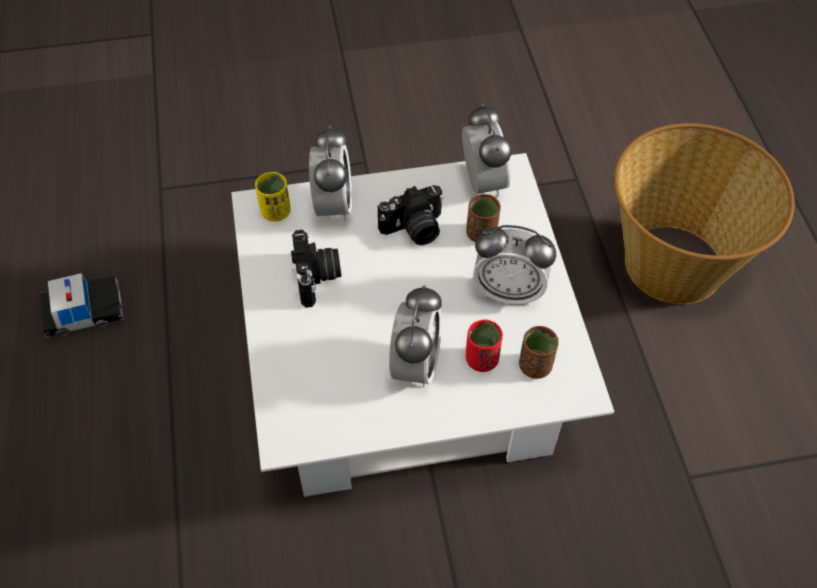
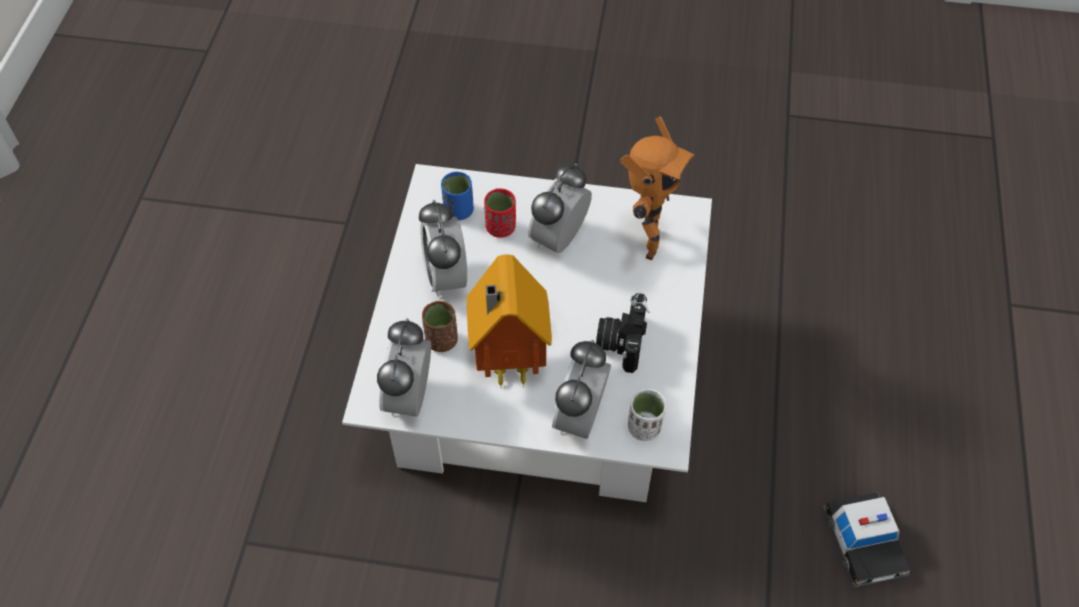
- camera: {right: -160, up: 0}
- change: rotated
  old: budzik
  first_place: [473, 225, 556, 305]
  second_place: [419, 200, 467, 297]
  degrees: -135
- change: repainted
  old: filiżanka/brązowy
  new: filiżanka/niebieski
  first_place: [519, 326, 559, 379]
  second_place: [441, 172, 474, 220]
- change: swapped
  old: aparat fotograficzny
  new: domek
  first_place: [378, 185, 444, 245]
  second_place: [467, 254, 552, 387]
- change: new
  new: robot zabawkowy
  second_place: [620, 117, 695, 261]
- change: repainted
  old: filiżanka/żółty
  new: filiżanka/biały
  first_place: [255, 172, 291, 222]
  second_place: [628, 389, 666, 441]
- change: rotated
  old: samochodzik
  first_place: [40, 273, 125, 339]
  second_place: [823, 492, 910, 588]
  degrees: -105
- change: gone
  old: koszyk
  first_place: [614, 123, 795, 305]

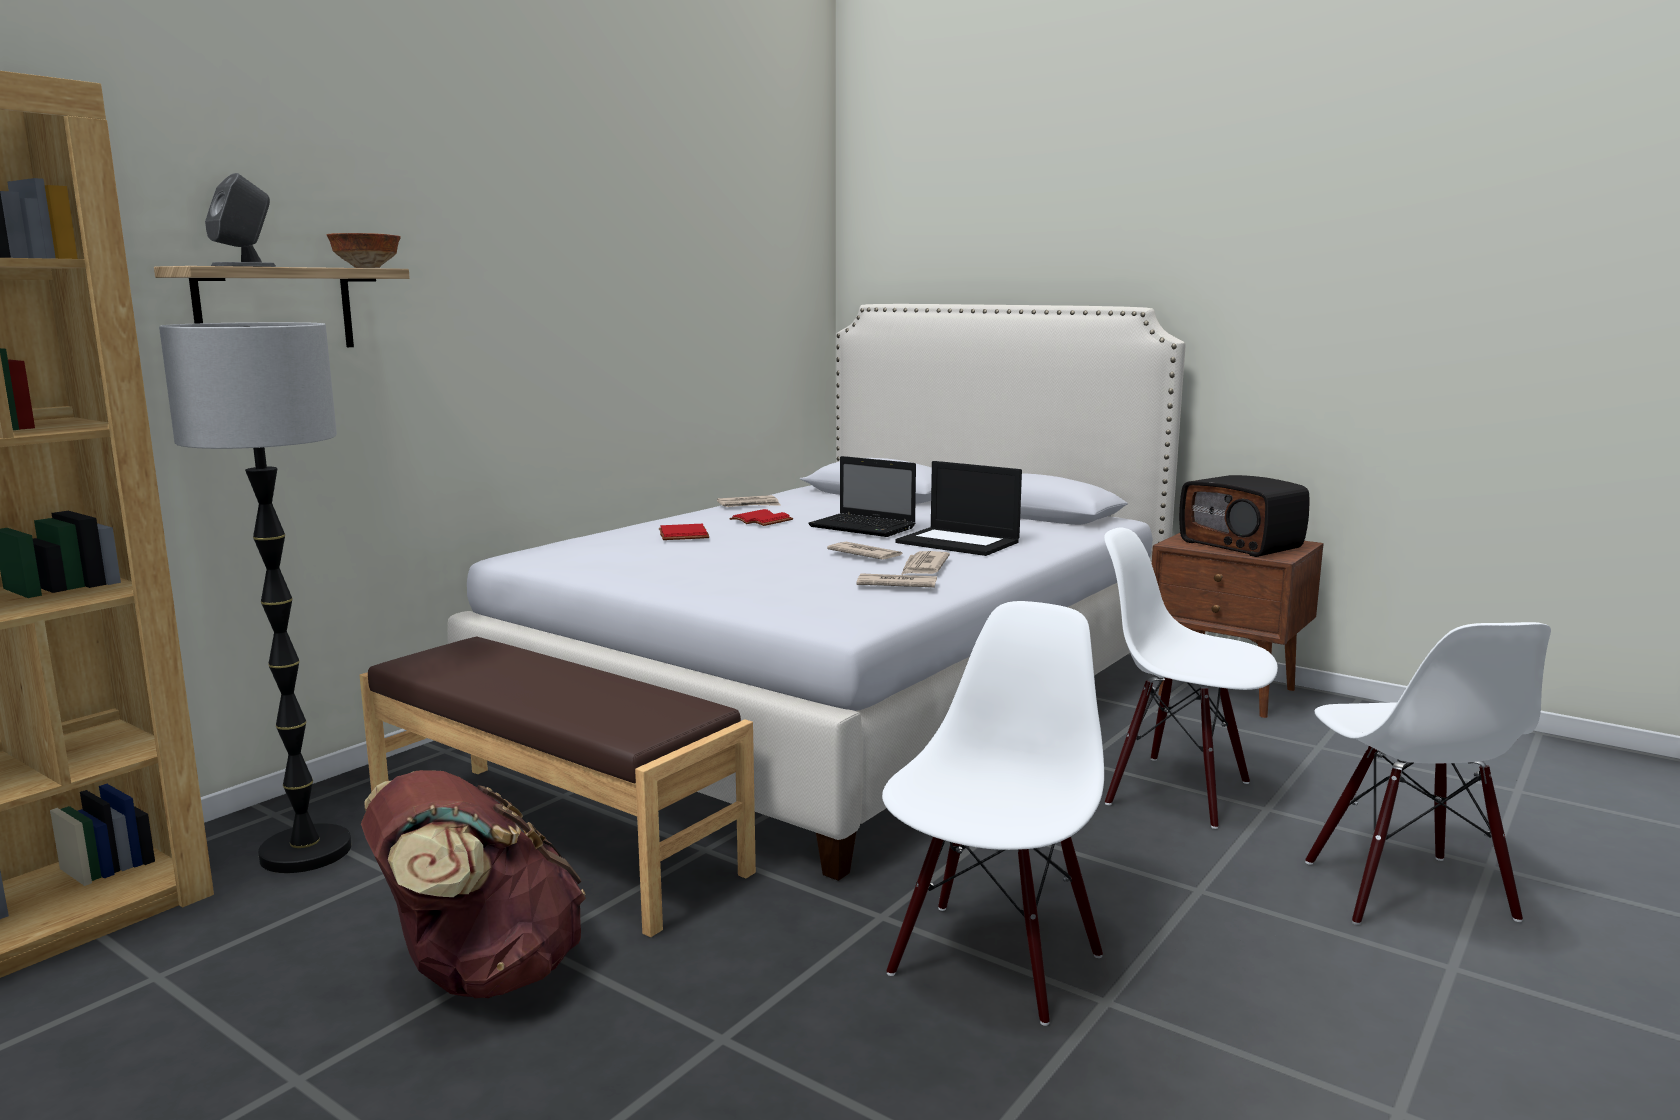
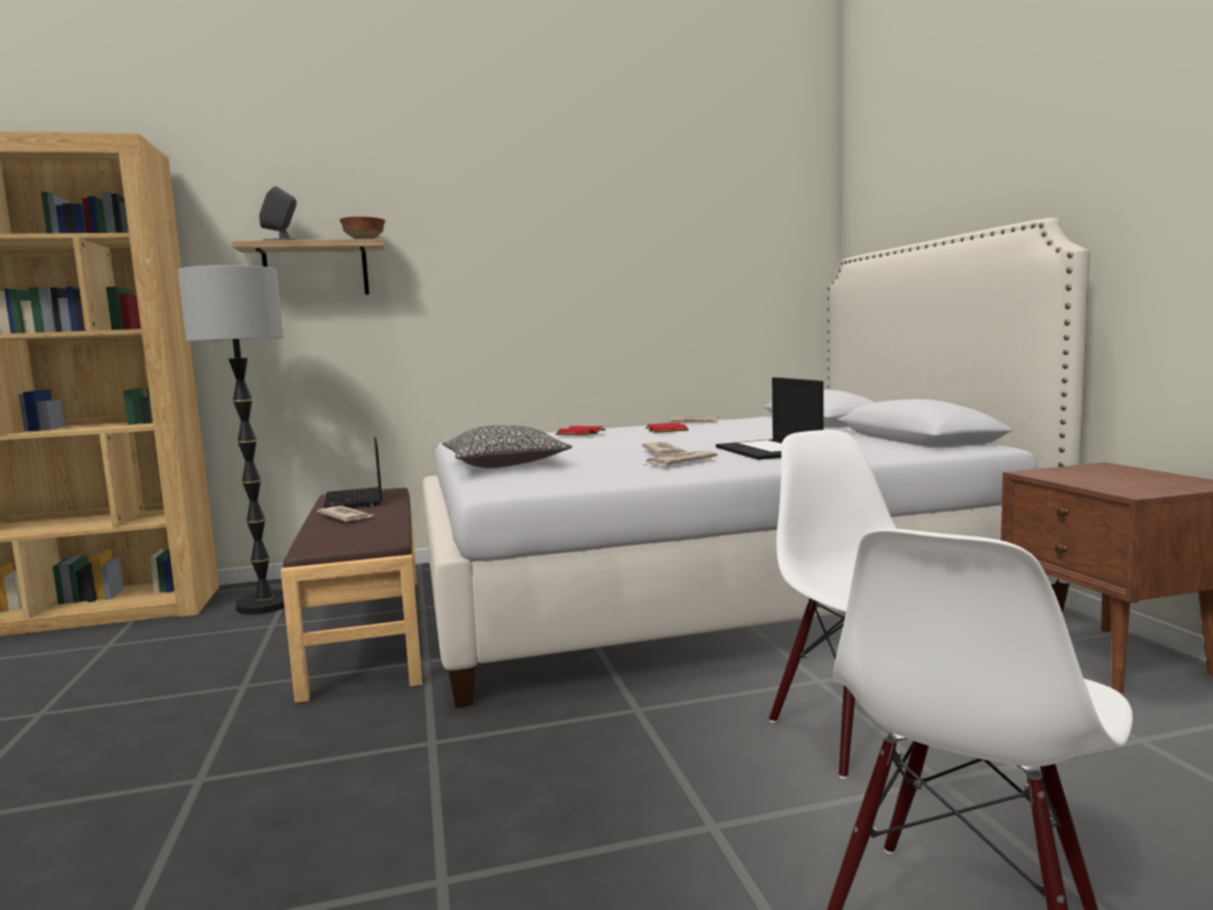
- camera: {right: 40, up: -5}
- change: shifted
  old: gazeta
  first_place: [856, 573, 937, 587]
  second_place: [317, 506, 373, 521]
- change: shifted
  old: laptop
  first_place: [808, 456, 916, 537]
  second_place: [324, 437, 382, 508]
- change: new
  new: poduszka
  second_place: [442, 425, 572, 468]
- change: gone
  old: plecak/brązowy
  first_place: [361, 770, 586, 998]
- change: gone
  old: krzesło/biały
  first_place: [882, 601, 1104, 1026]
- change: gone
  old: radio
  first_place: [1179, 475, 1309, 557]

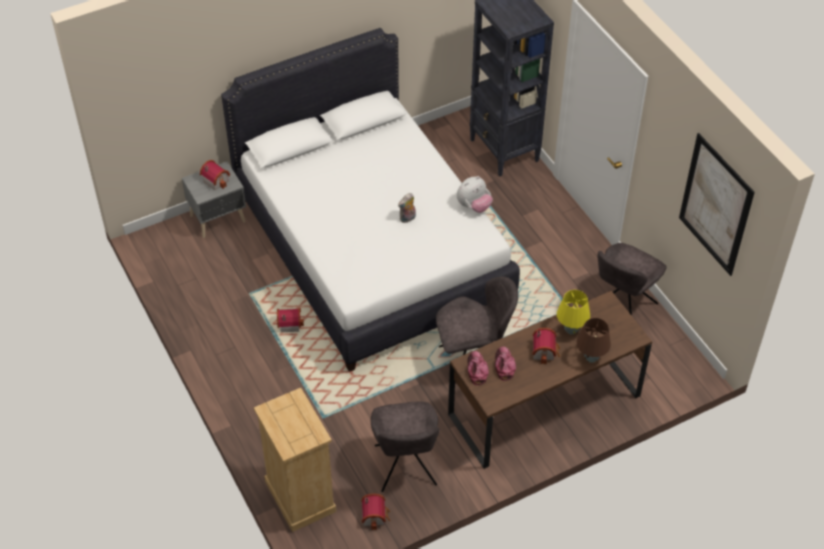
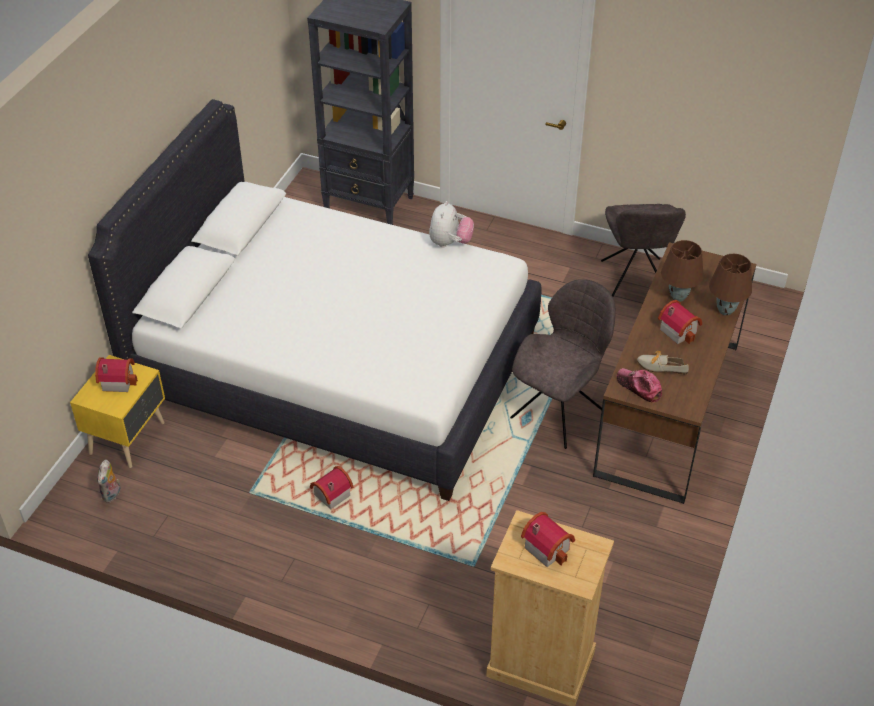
- camera: {right: -40, up: -5}
- change: repainted
  old: szafka nocna/szary
  new: szafka nocna/żółty
  first_place: [182, 161, 246, 238]
  second_place: [70, 355, 165, 468]
- change: shifted
  old: pluszak
  first_place: [398, 193, 416, 223]
  second_place: [97, 460, 120, 503]
- change: shifted
  old: domek
  first_place: [361, 493, 390, 530]
  second_place: [521, 512, 575, 567]
- change: swapped
  old: czapka z daszkiem
  new: but
  first_place: [495, 347, 516, 381]
  second_place: [637, 351, 689, 375]
- change: repainted
  old: lampa stołowa/żółty
  new: lampa stołowa/brązowy
  first_place: [557, 290, 590, 334]
  second_place: [661, 240, 704, 302]
- change: gone
  old: krzesło/szary
  first_place: [371, 402, 440, 492]
- change: gone
  old: obraz
  first_place: [679, 133, 755, 276]

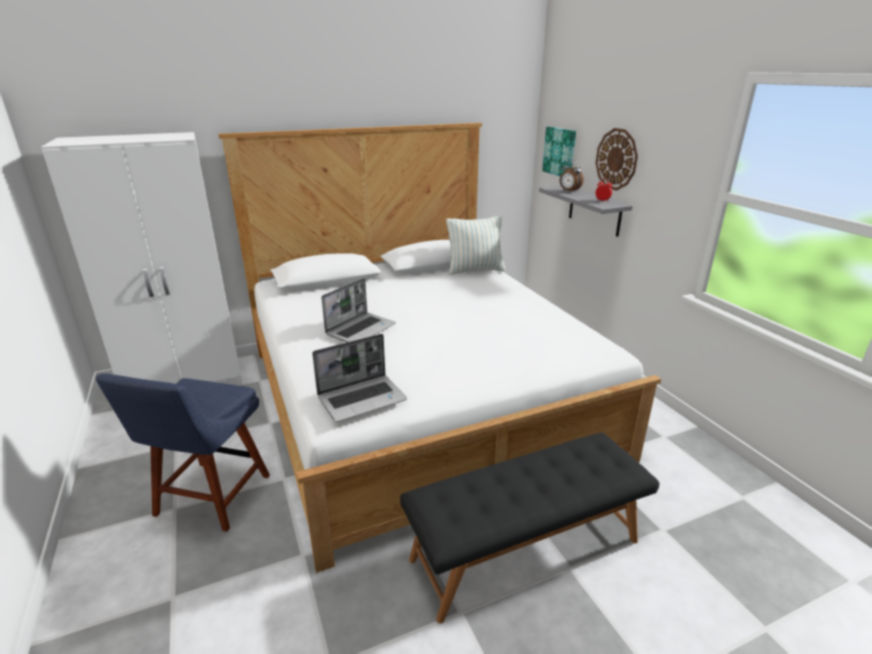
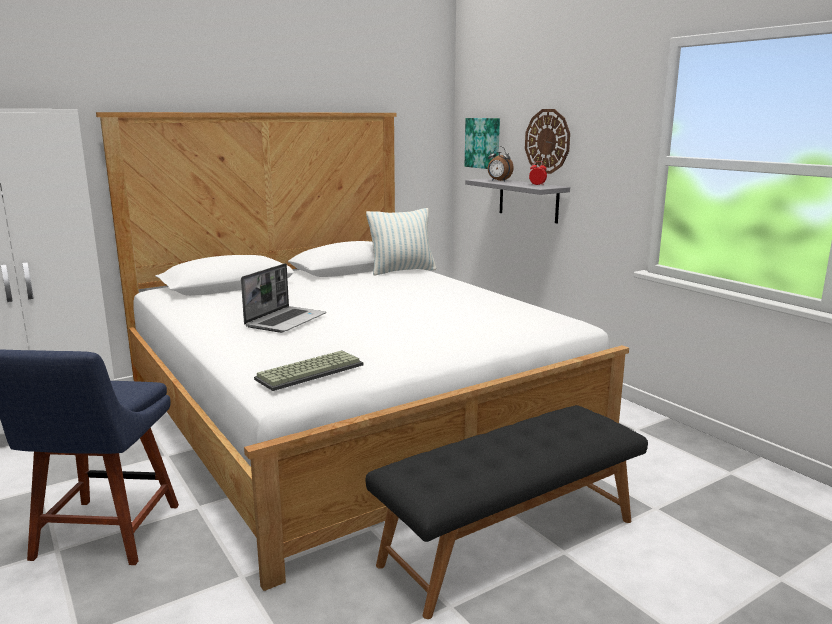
- camera: {right: -10, up: -10}
- change: swapped
  old: laptop
  new: klawiatura
  first_place: [312, 334, 407, 422]
  second_place: [254, 350, 364, 391]

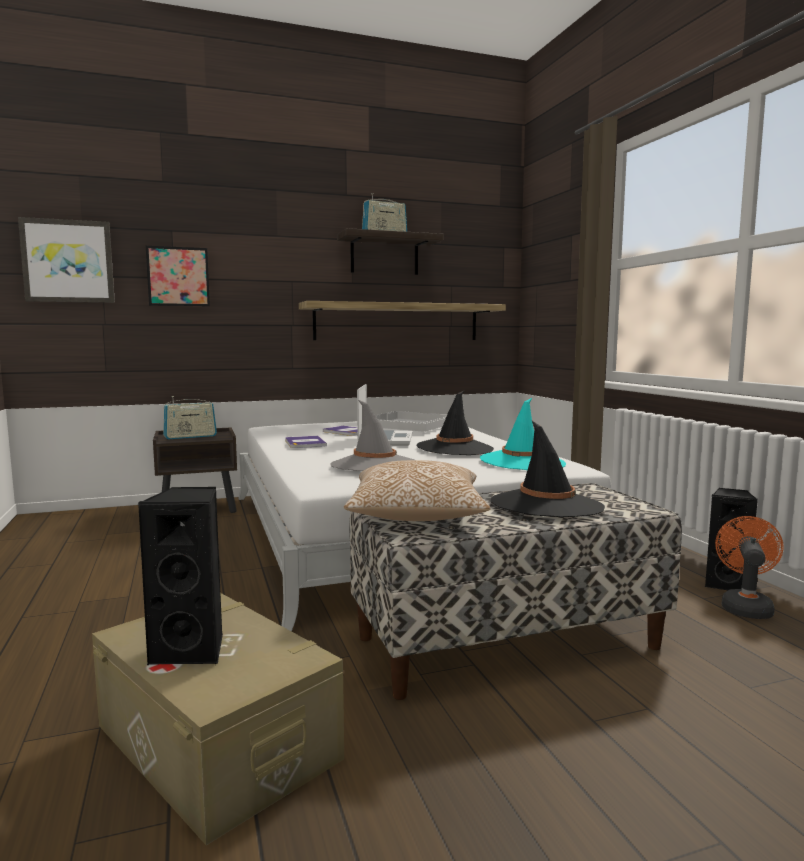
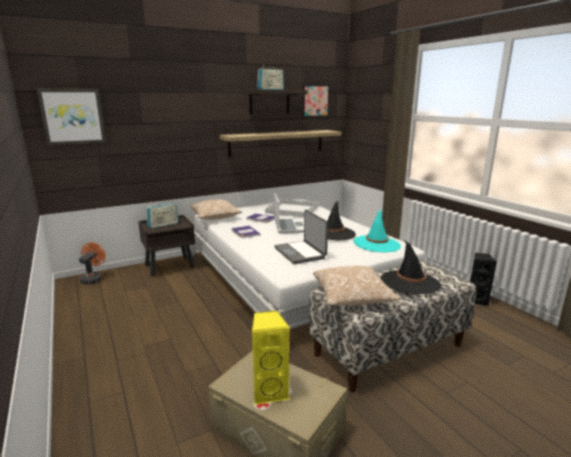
- camera: {right: -10, up: 10}
- change: shifted
  old: wentylator/pomarańczowy
  first_place: [715, 516, 783, 619]
  second_place: [79, 242, 105, 284]
- change: new
  new: poduszka
  second_place: [191, 199, 242, 220]
- change: repainted
  old: głośnik/czarny
  new: głośnik/żółty
  first_place: [138, 487, 223, 665]
  second_place: [252, 310, 290, 405]
- change: swapped
  old: kapelusz/szary
  new: laptop
  first_place: [331, 399, 414, 471]
  second_place: [274, 210, 328, 264]
- change: shifted
  old: obraz
  first_place: [146, 246, 210, 306]
  second_place: [303, 85, 330, 117]

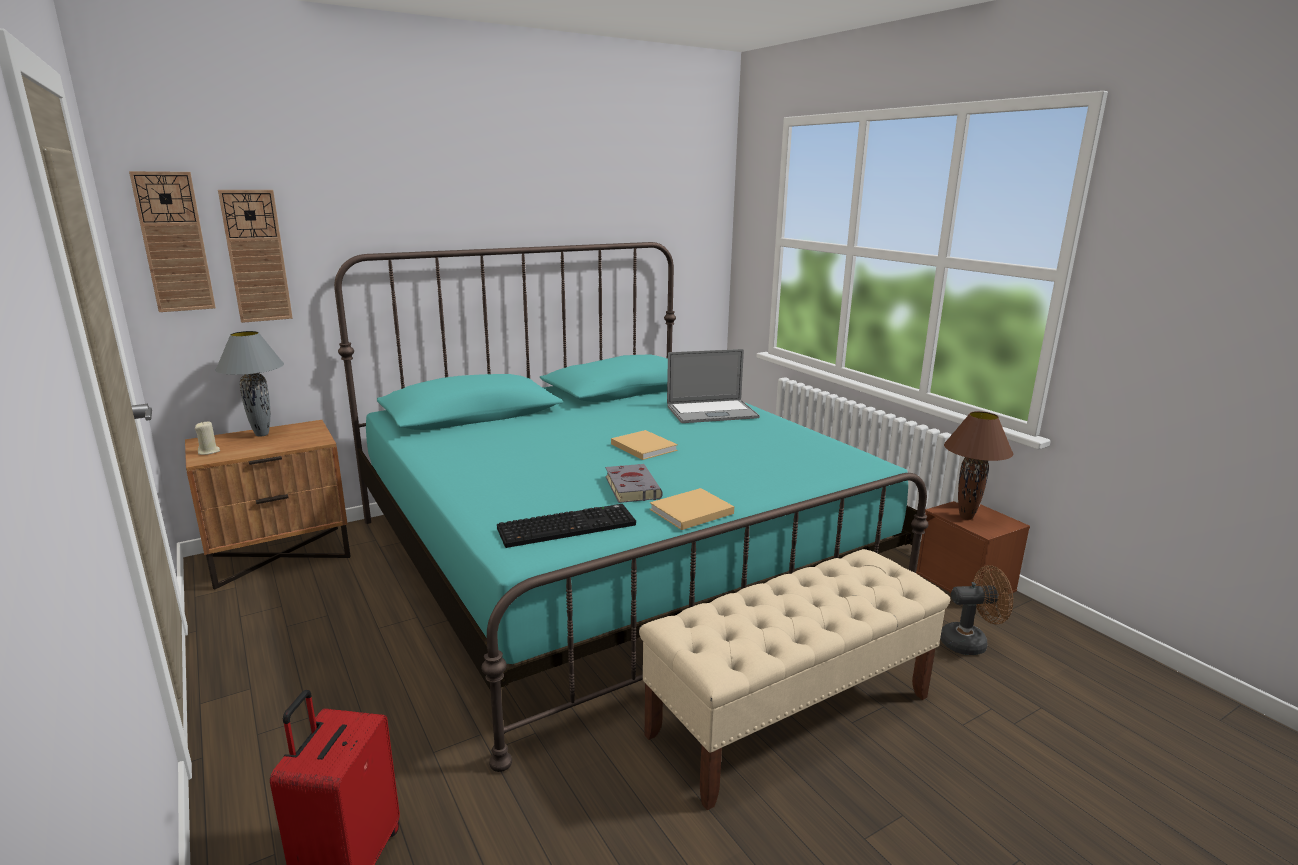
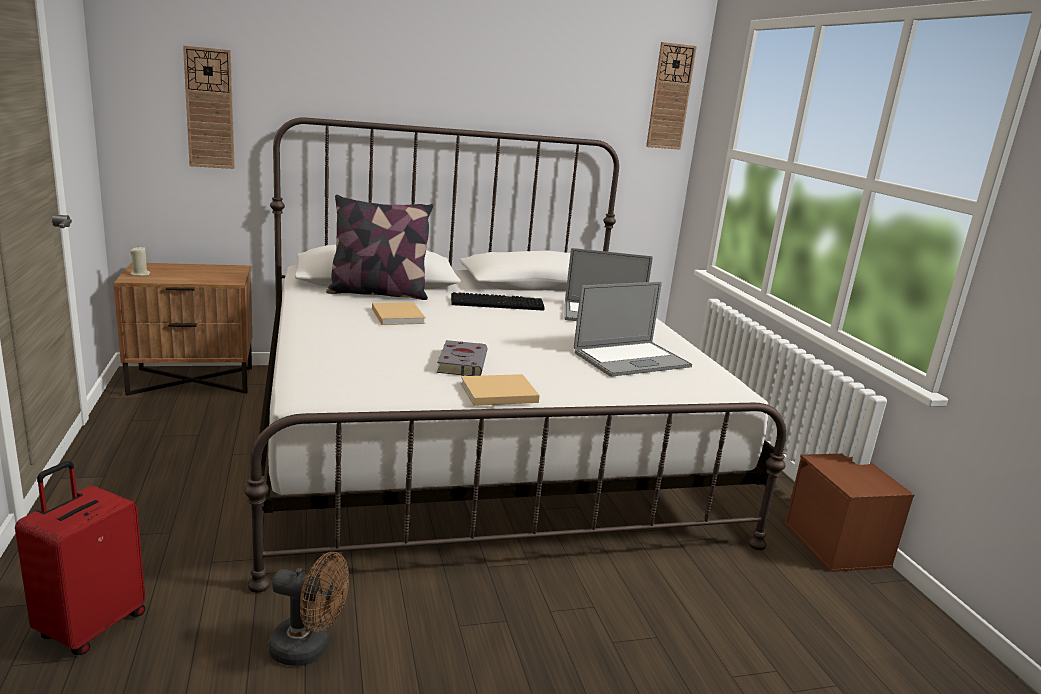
- camera: {right: 15, up: 0}
- change: repainted
  old: łóżko/turkusowy
  new: łóżko/biały
  first_place: [334, 242, 928, 772]
  second_place: [244, 118, 786, 593]
- change: shifted
  old: wentylator/brązowy
  first_place: [940, 565, 1013, 655]
  second_place: [268, 552, 349, 666]
- change: new
  new: poduszka
  second_place: [326, 194, 433, 300]
- change: shifted
  old: książka/beżowy
  first_place: [611, 430, 678, 460]
  second_place: [372, 302, 426, 325]
- change: shifted
  old: klawiatura
  first_place: [497, 504, 636, 548]
  second_place: [451, 292, 545, 311]
- change: new
  new: laptop
  second_place: [574, 282, 692, 377]
- change: shifted
  old: zegar ścienny
  first_place: [129, 171, 216, 312]
  second_place: [646, 42, 697, 150]
- change: gone
  old: lampa stołowa/szary
  first_place: [215, 331, 284, 436]
- change: gone
  old: ławka/beżowy
  first_place: [639, 549, 950, 810]
- change: gone
  old: lampa stołowa/brązowy
  first_place: [944, 411, 1013, 520]

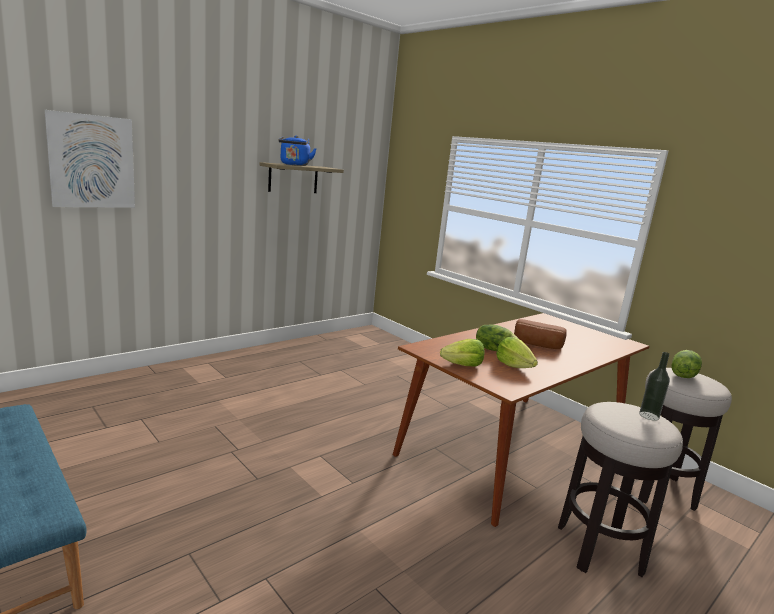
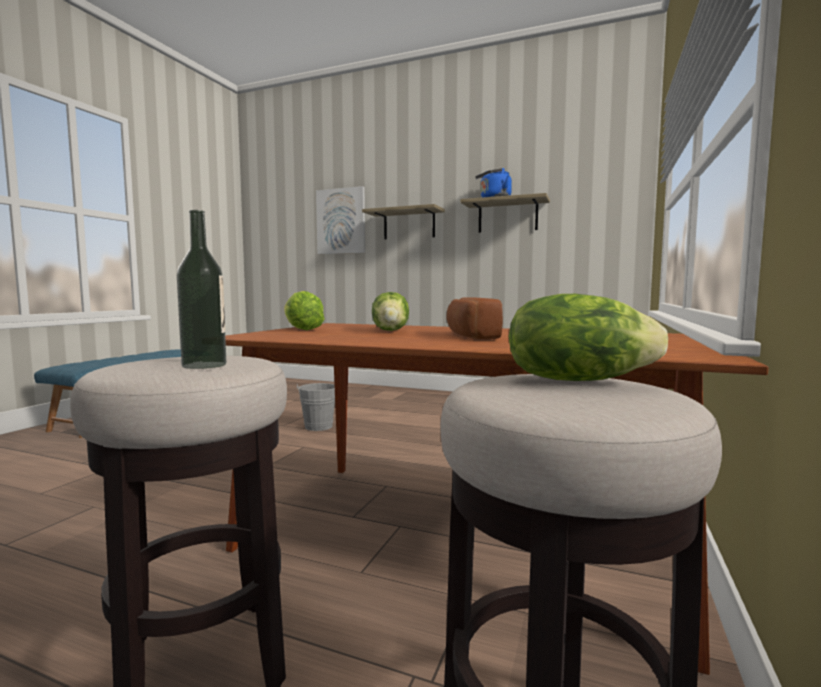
- camera: {right: 65, up: -10}
- change: new
  new: wiadro/szary
  second_place: [297, 383, 335, 431]
- change: new
  new: półka
  second_place: [362, 204, 445, 239]
- change: gone
  old: sałata
  first_place: [496, 337, 538, 368]

